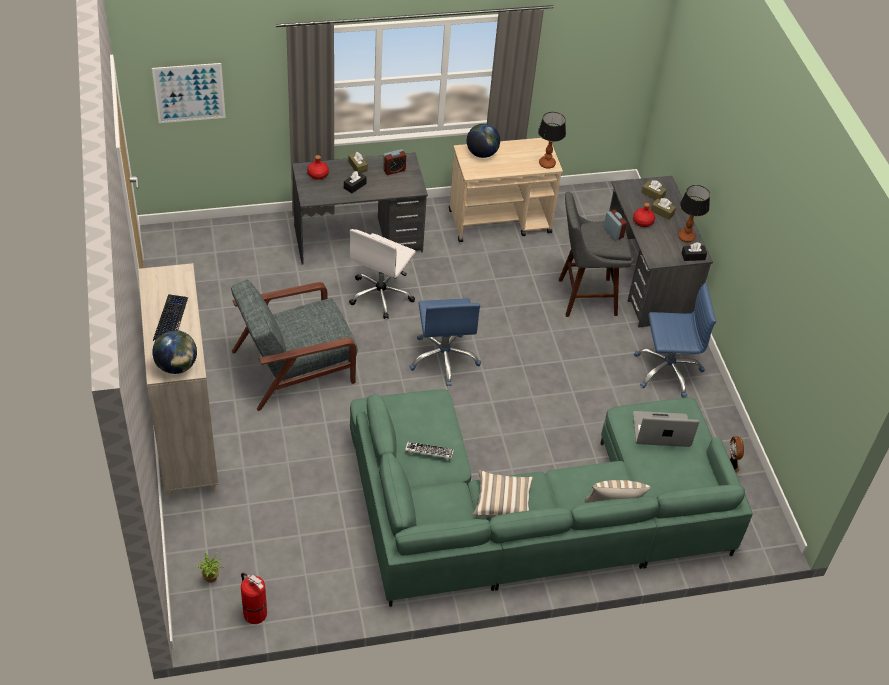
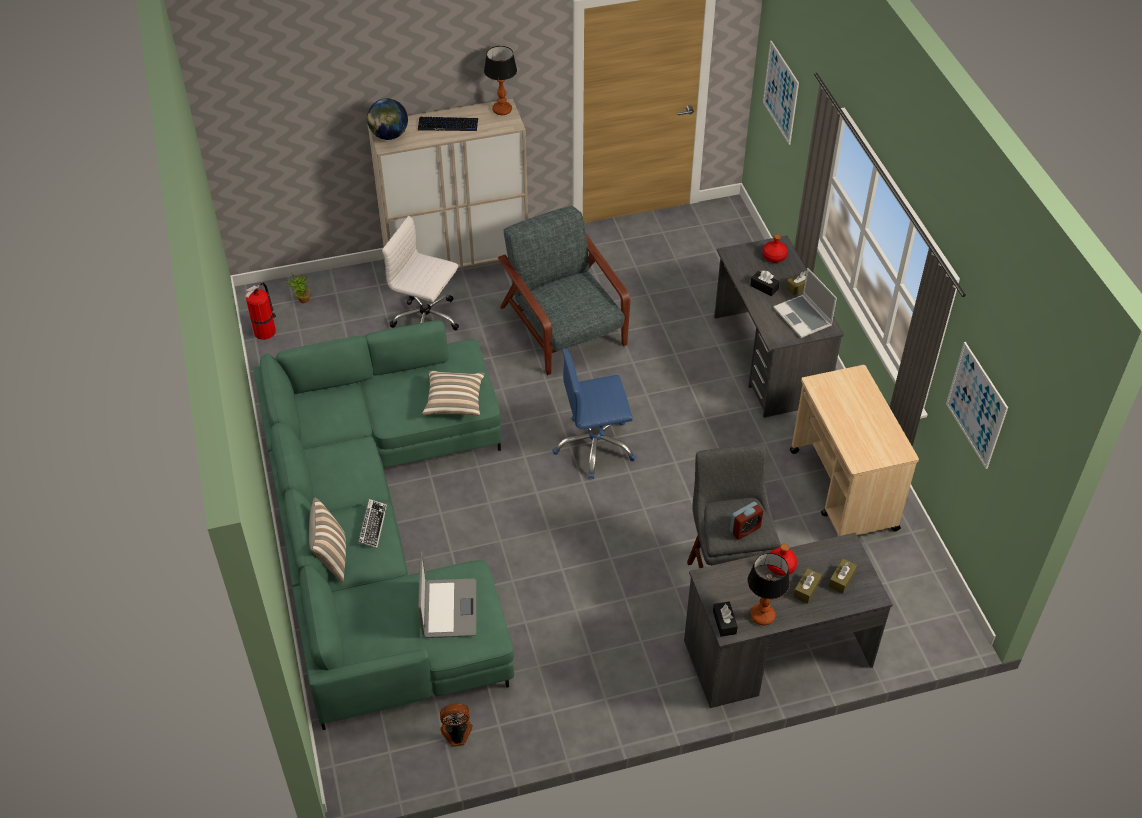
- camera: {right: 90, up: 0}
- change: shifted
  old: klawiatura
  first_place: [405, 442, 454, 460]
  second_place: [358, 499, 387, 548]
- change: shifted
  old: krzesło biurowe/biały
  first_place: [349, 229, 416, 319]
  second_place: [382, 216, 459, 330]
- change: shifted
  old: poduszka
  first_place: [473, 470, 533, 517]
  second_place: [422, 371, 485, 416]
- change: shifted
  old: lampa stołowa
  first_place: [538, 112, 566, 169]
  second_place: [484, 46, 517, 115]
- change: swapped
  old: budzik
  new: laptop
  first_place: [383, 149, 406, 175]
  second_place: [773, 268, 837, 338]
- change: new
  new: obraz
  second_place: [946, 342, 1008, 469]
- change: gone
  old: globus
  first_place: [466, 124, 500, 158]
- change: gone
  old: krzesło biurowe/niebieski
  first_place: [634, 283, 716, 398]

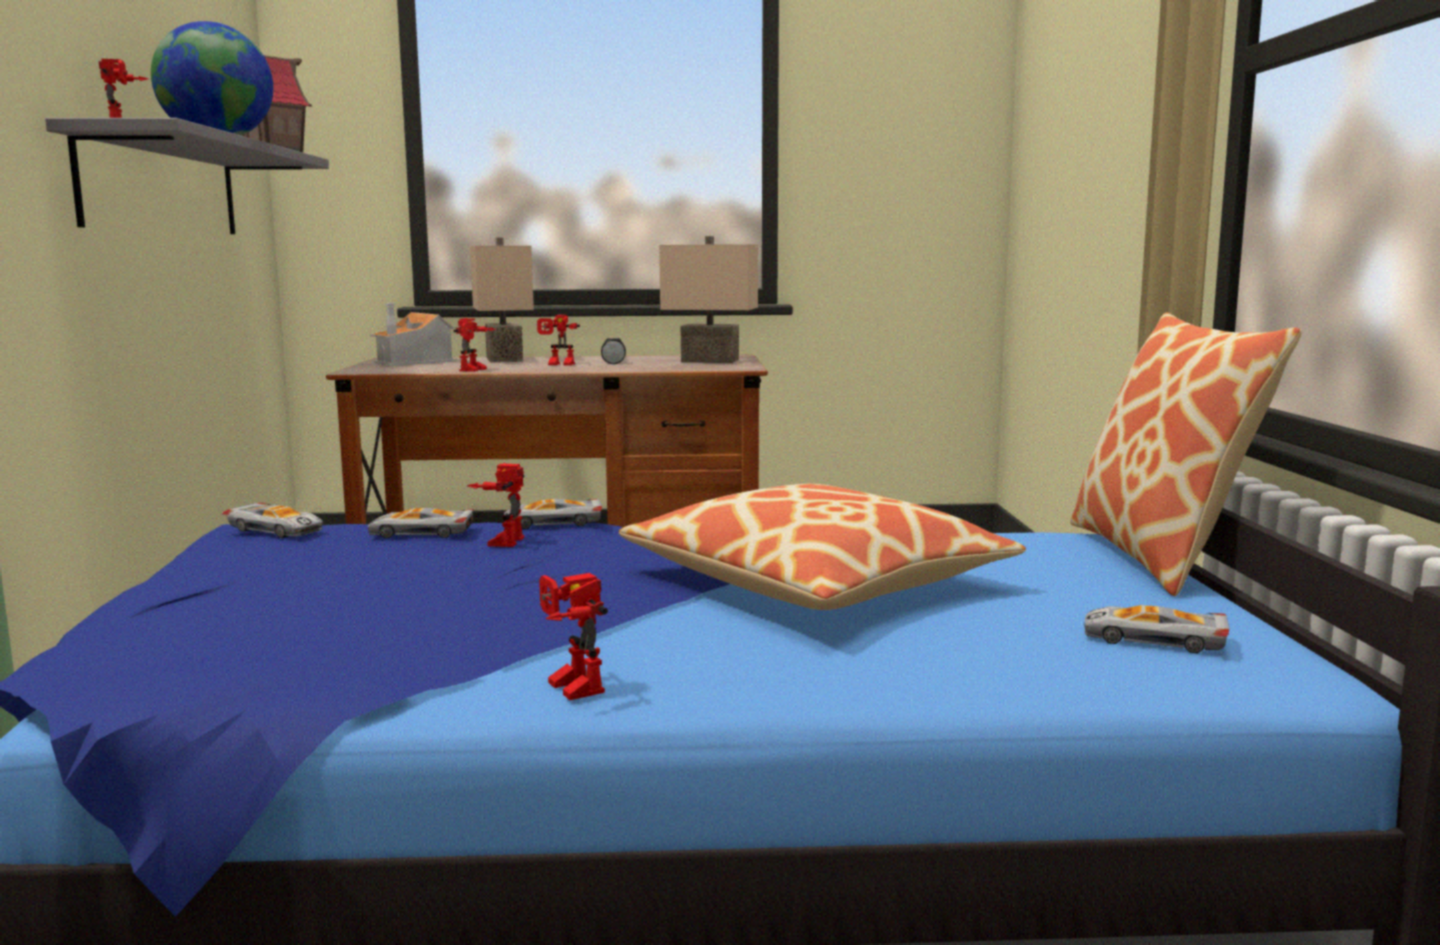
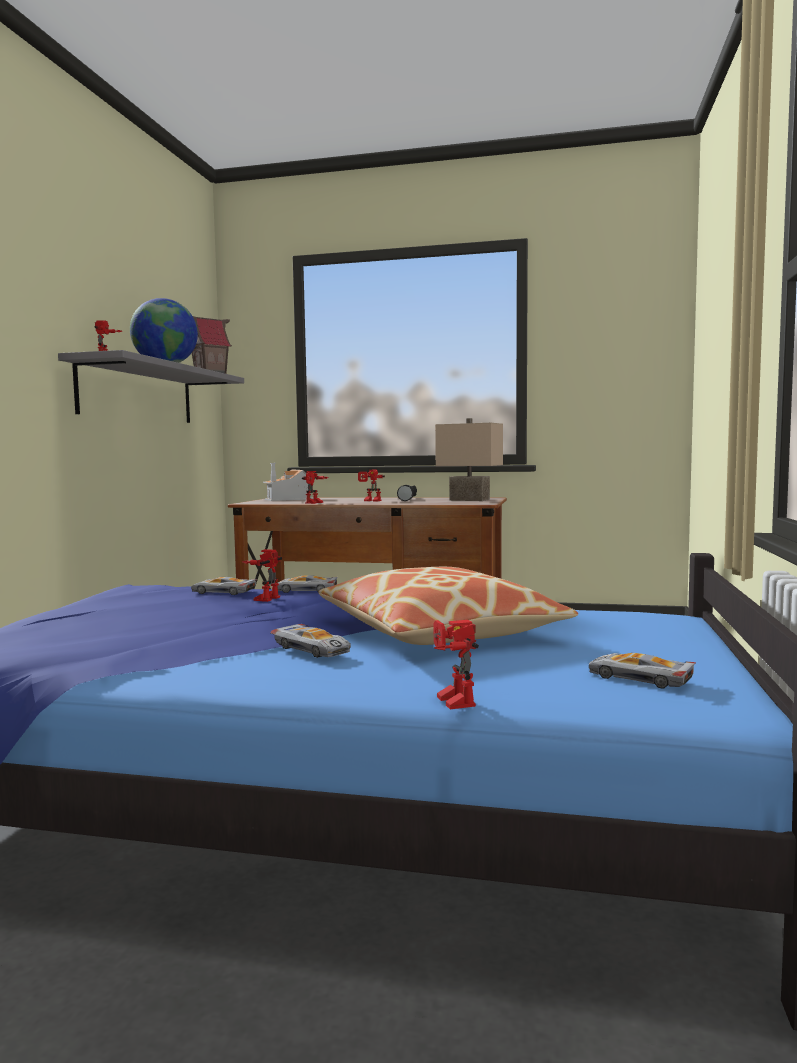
- camera: {right: 15, up: -5}
- change: shifted
  old: samochodzik
  first_place: [222, 503, 323, 538]
  second_place: [270, 624, 351, 658]
- change: shifted
  old: robot zabawkowy
  first_place: [539, 573, 608, 700]
  second_place: [434, 620, 479, 709]
- change: gone
  old: lampa stołowa/beżowy
  first_place: [470, 237, 534, 363]
- change: gone
  old: poduszka
  first_place: [1070, 312, 1302, 596]

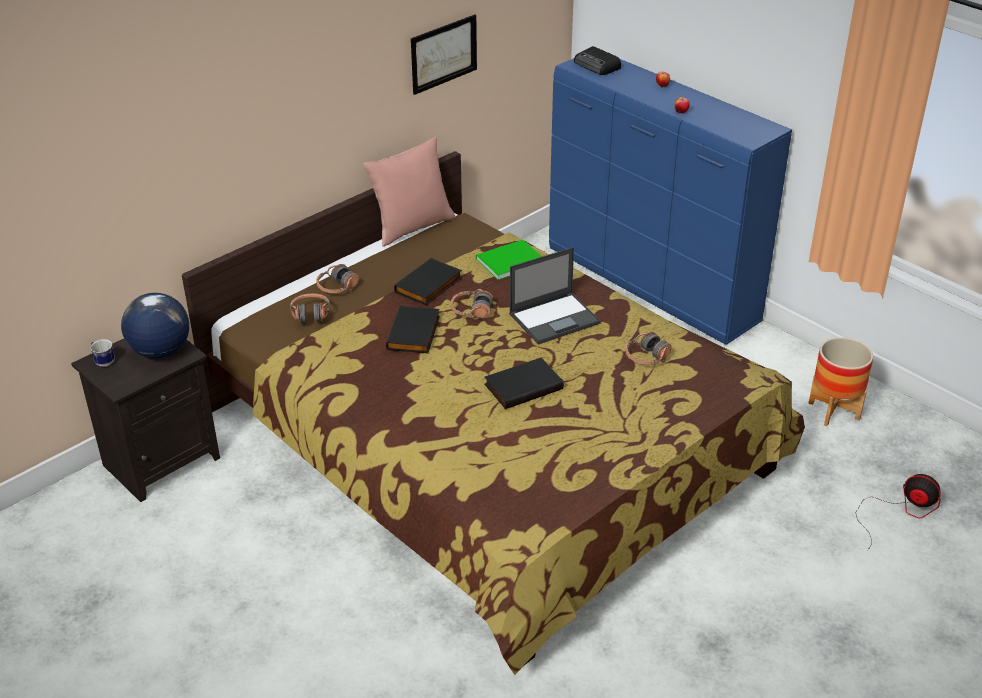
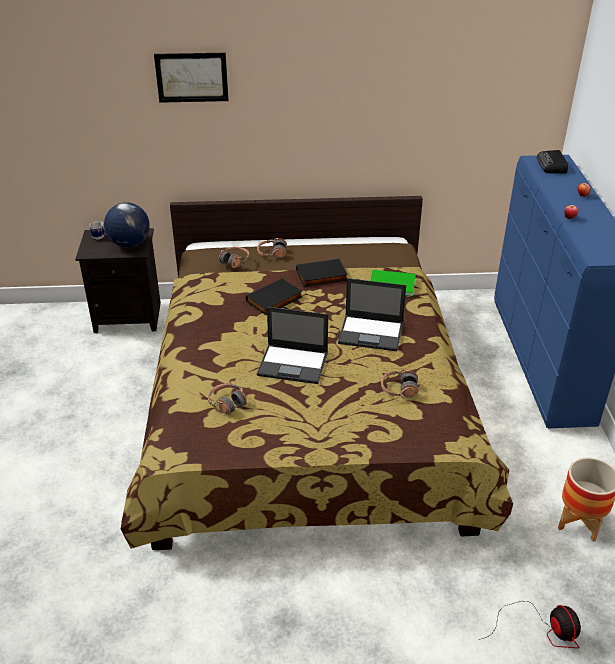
- camera: {right: 40, up: 0}
- change: shifted
  old: obraz
  first_place: [411, 14, 477, 95]
  second_place: [154, 53, 229, 103]
- change: shifted
  old: słuchawki
  first_place: [451, 289, 493, 319]
  second_place: [208, 383, 247, 414]
- change: swapped
  old: książka/czarny
  new: laptop
  first_place: [484, 358, 564, 409]
  second_place: [257, 307, 328, 384]
- change: gone
  old: poduszka/różowy
  first_place: [363, 137, 455, 247]

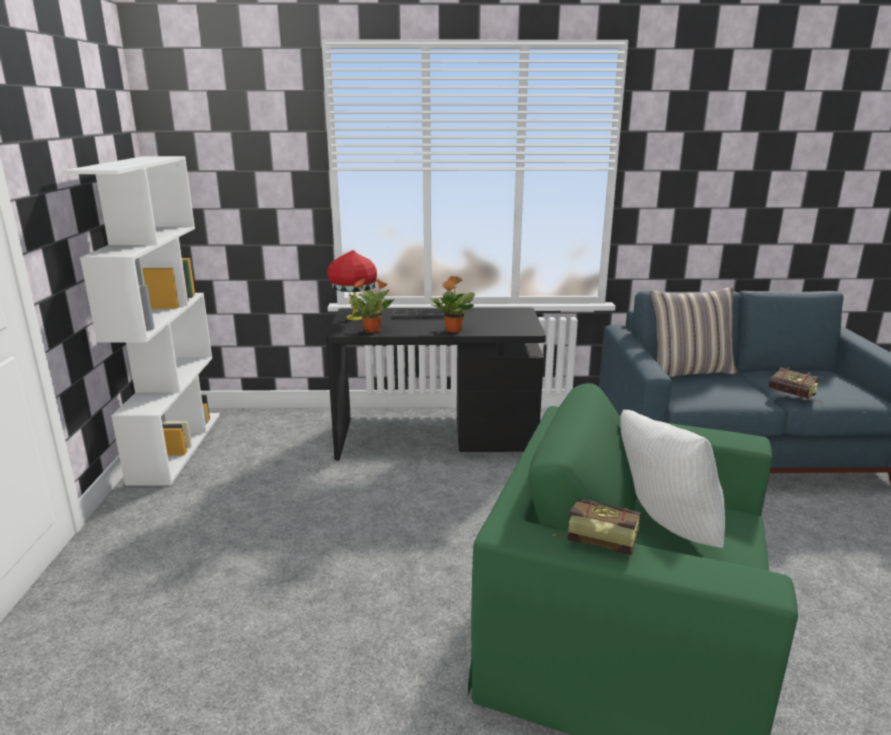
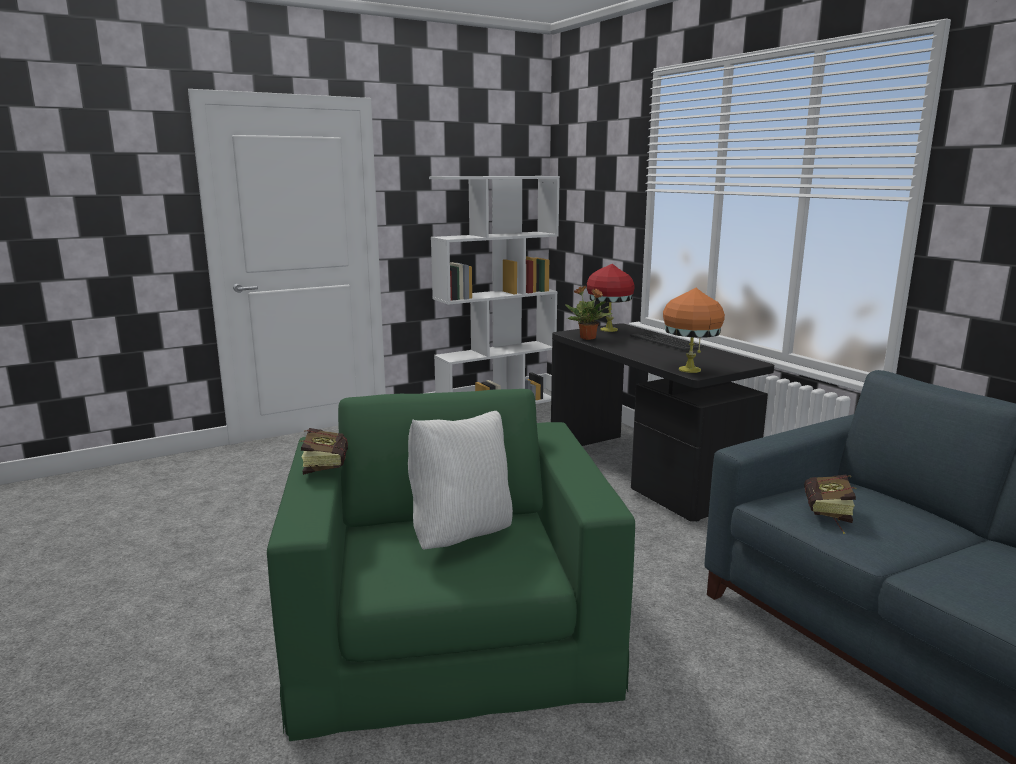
- camera: {right: 60, up: -5}
- change: new
  new: lampa stołowa/pomarańczowy
  second_place: [663, 288, 725, 373]
- change: shifted
  old: książka
  first_place: [769, 367, 823, 403]
  second_place: [804, 475, 857, 534]
- change: gone
  old: roślina doniczkowa
  first_place: [430, 276, 475, 333]
- change: gone
  old: poduszka
  first_place: [650, 287, 738, 377]

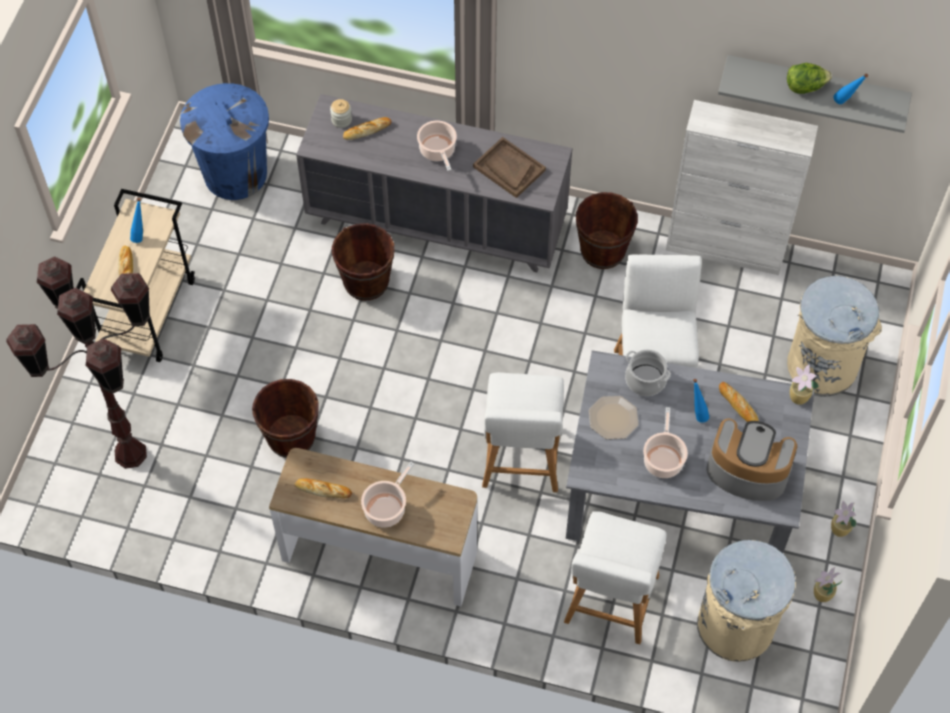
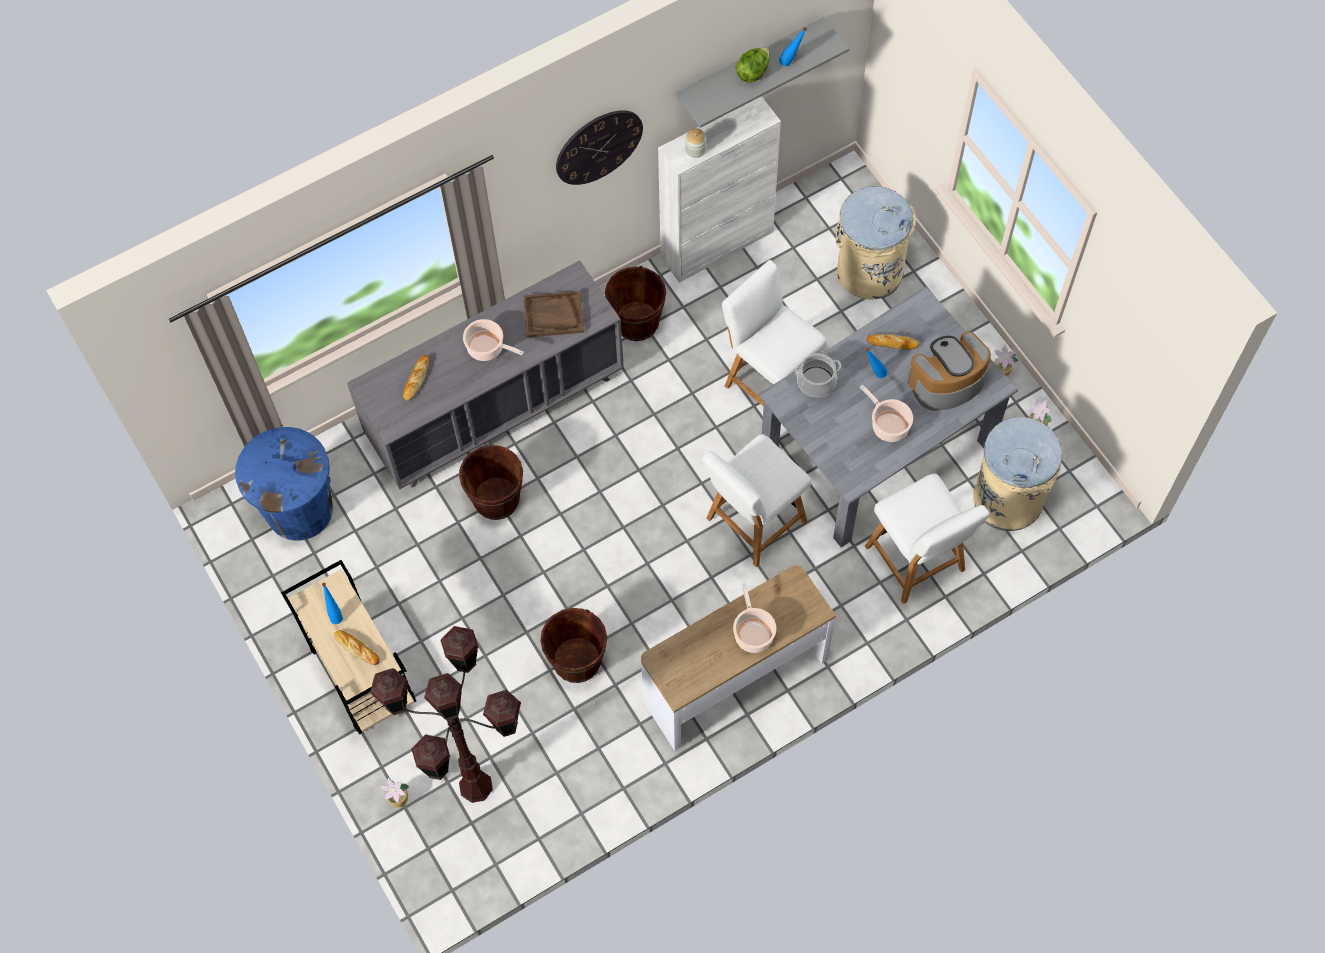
- camera: {right: -45, up: 5}
- change: shifted
  old: roślina doniczkowa
  first_place: [790, 364, 819, 405]
  second_place: [380, 778, 409, 808]
- change: new
  new: zegar ścienny
  second_place: [556, 110, 643, 185]
- change: shifted
  old: słoik
  first_place: [330, 99, 352, 128]
  second_place: [685, 129, 706, 158]
- change: rotated
  old: krzesło/biały
  first_place: [482, 372, 564, 492]
  second_place: [702, 434, 811, 567]
  degrees: 90
- change: gone
  old: chleb
  first_place: [294, 478, 352, 498]
- change: gone
  old: talerz
  first_place: [589, 396, 638, 439]

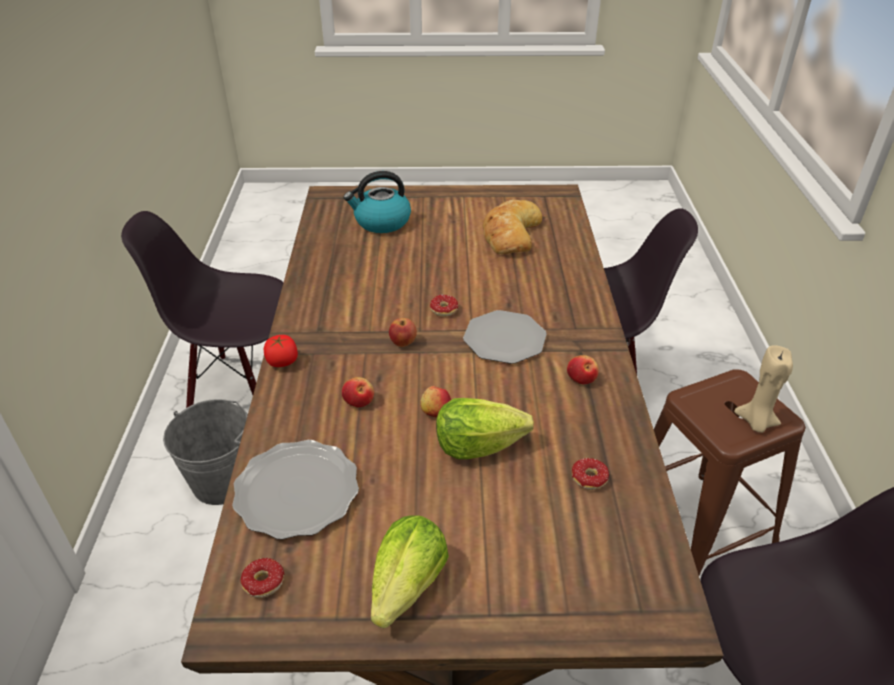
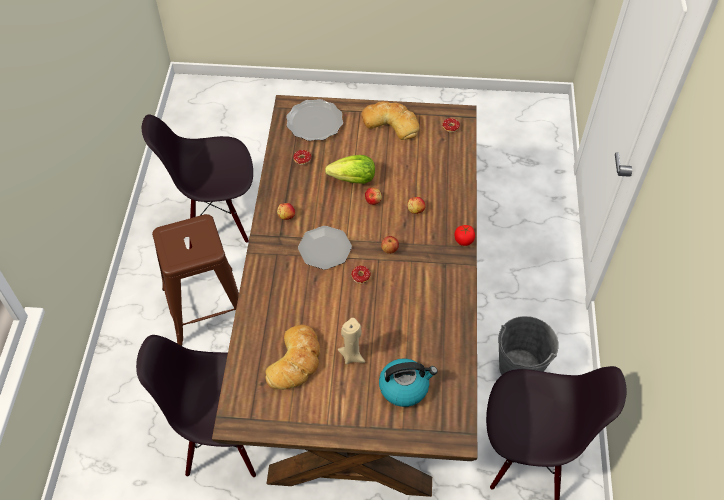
- camera: {right: -175, up: 15}
- change: shifted
  old: talerz
  first_place: [232, 440, 359, 539]
  second_place: [286, 99, 343, 141]
- change: shifted
  old: świeca/beżowy
  first_place: [734, 345, 793, 433]
  second_place: [338, 318, 365, 365]
- change: swapped
  old: sałata
  new: chleb
  first_place: [371, 515, 449, 628]
  second_place: [361, 101, 419, 140]

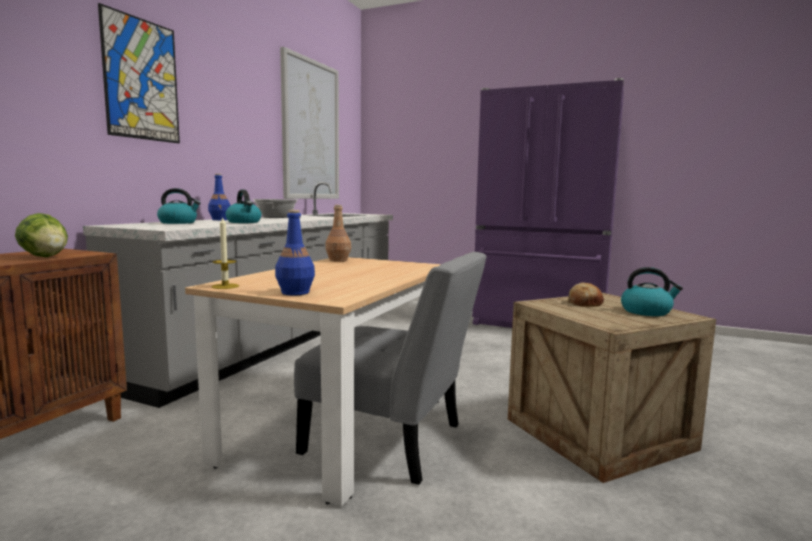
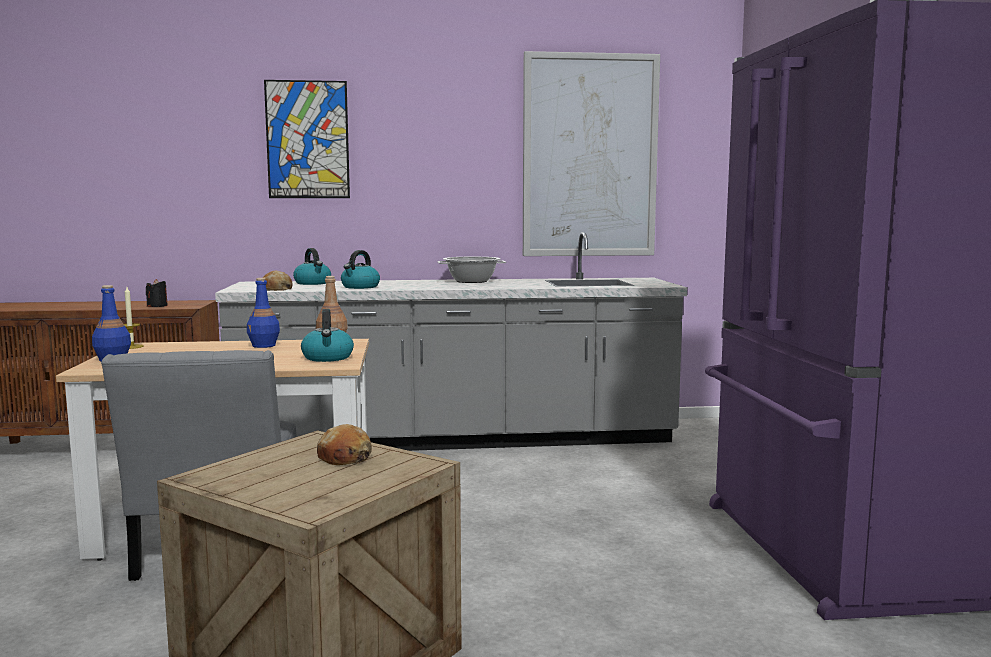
- camera: {right: 60, up: 0}
- change: swapped
  old: sałata
  new: świeca/czarny
  first_place: [15, 213, 68, 257]
  second_place: [146, 279, 168, 307]
- change: shifted
  old: butelka/niebieski
  first_place: [208, 174, 231, 220]
  second_place: [247, 278, 280, 348]
- change: new
  new: chleb
  second_place: [262, 271, 293, 291]
- change: shifted
  old: czajnik
  first_place: [621, 267, 683, 316]
  second_place: [301, 309, 354, 362]

